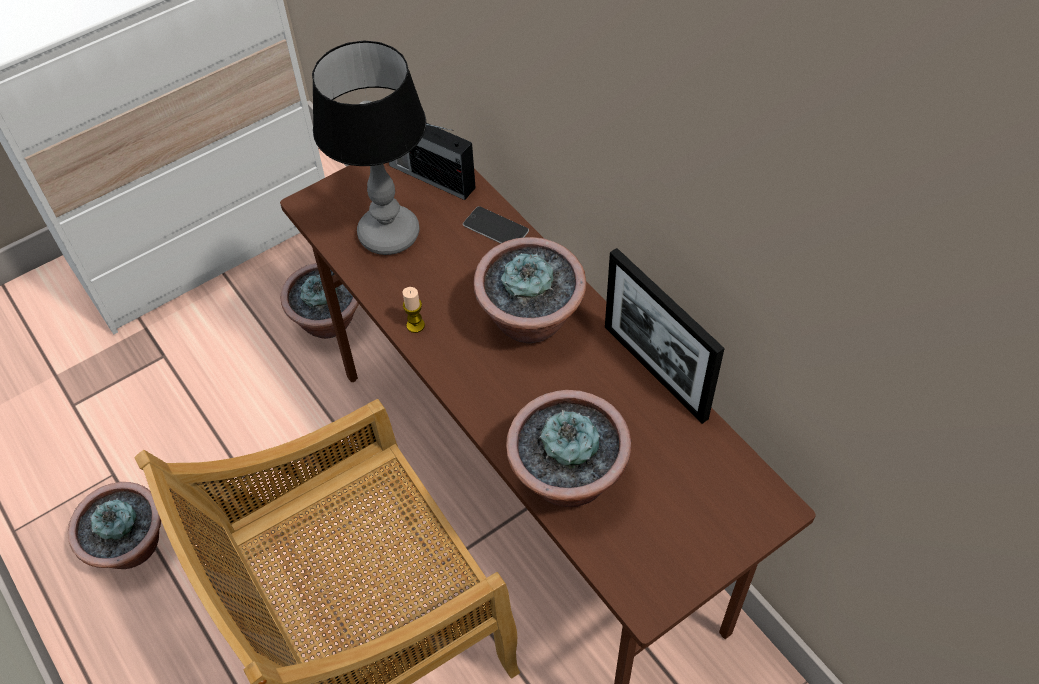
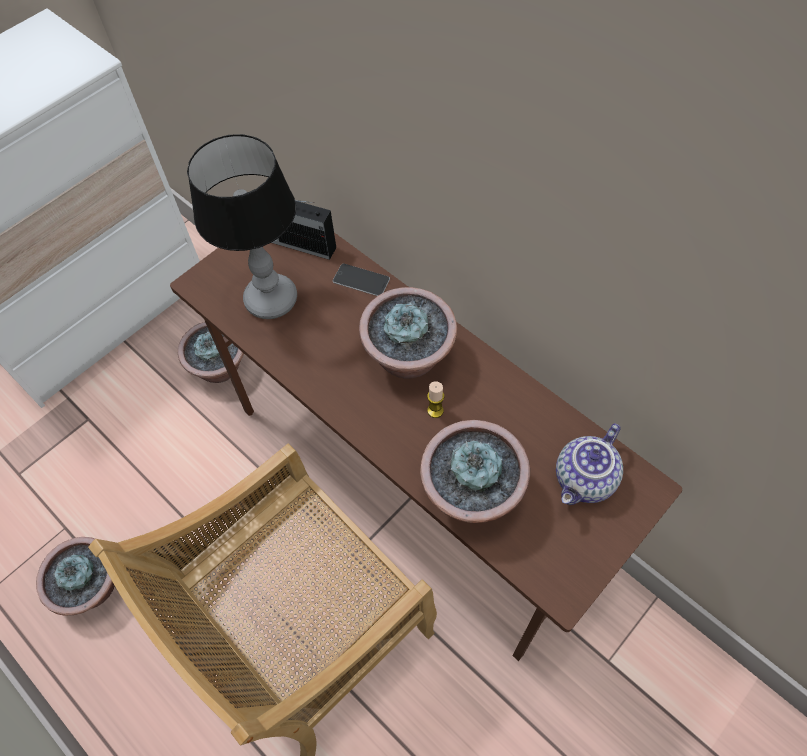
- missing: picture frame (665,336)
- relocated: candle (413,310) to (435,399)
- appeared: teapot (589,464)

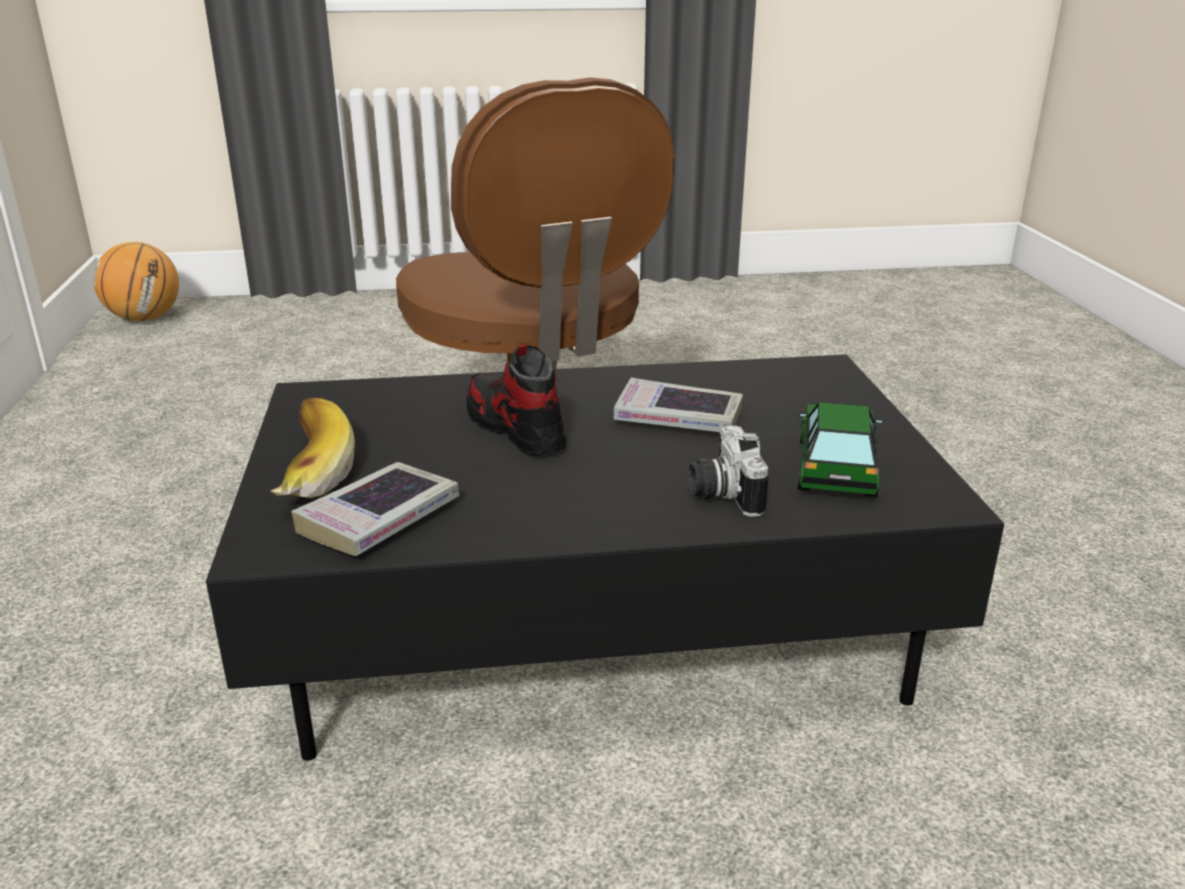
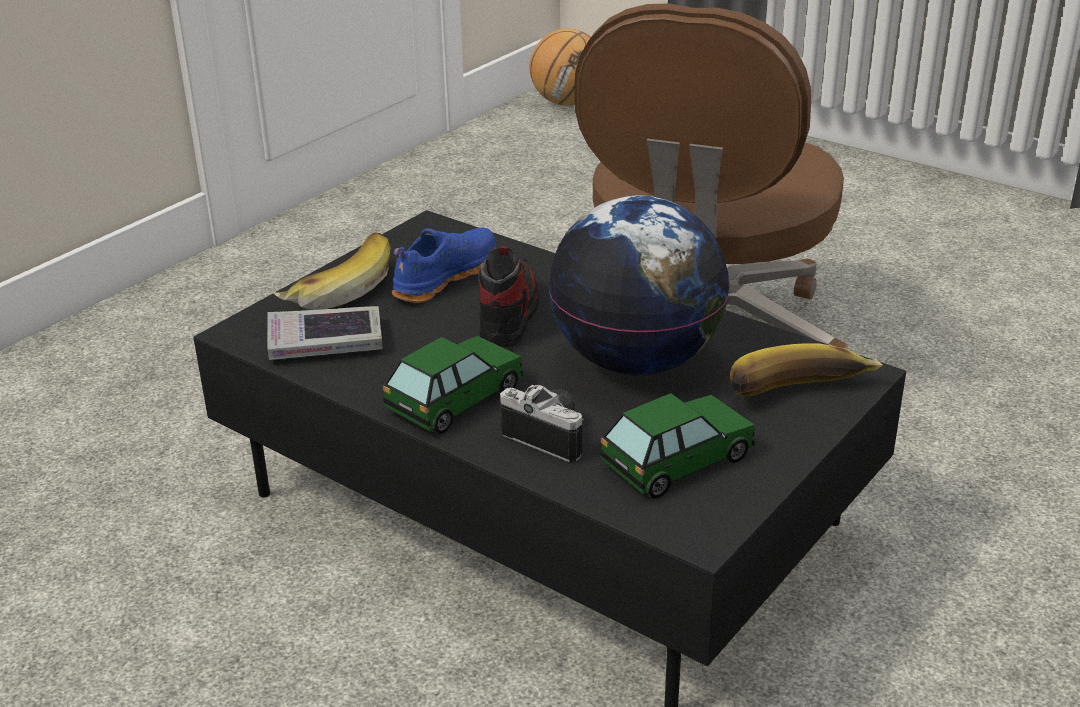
- exchanged: book (678,405) to globe (639,285)
- spun: photo camera (729,471) = (542,423) 90 degrees clockwise
- appeared: shoe in blue (444,265)
- appeared: toy car (453,385)
- appeared: banana (806,370)

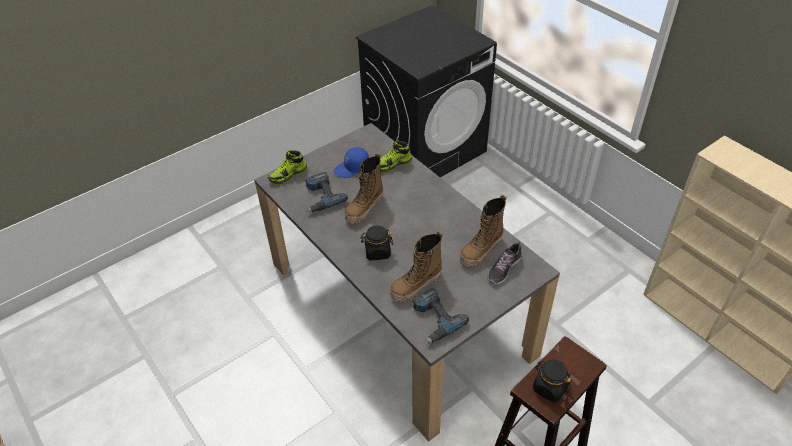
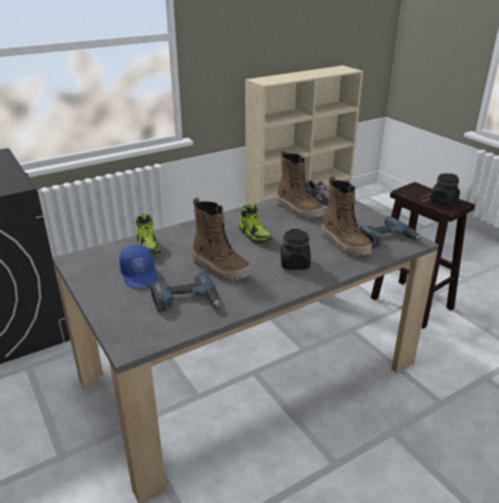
- relocated: shoe (287,167) to (256,224)

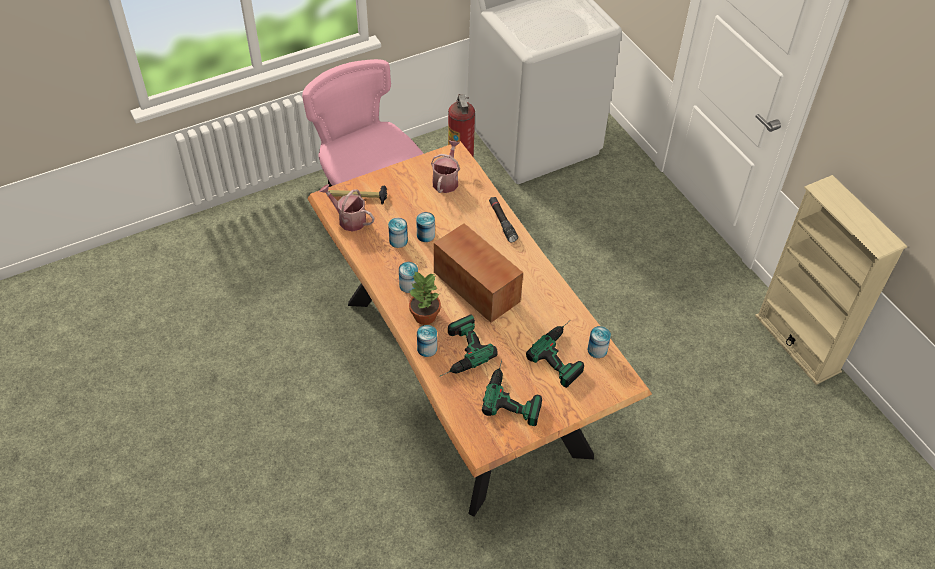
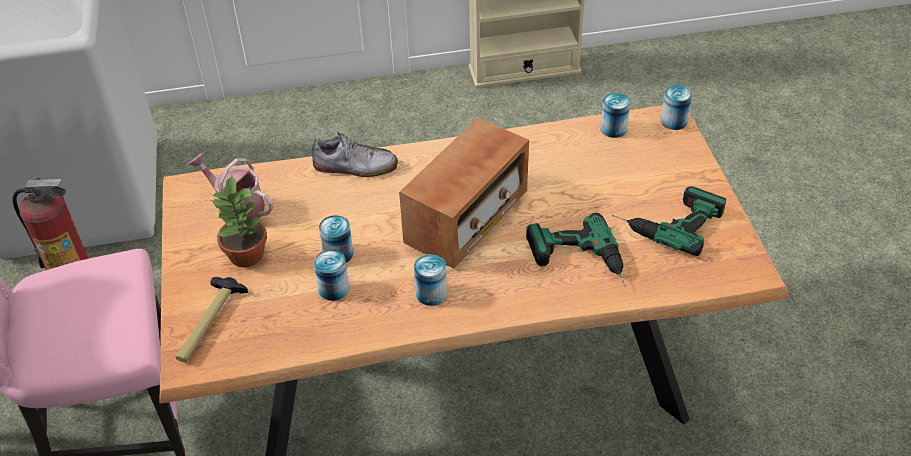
- missing: watering can (346,208)
- exchanged: flashlight in black (503,219) to shoe (355,154)
- spun: radio (478,273) = (464,193) 150 degrees clockwise
- relocated: potted plant (425,298) to (239,221)
- missing: power drill (555,354)
- relocated: can (427,341) to (676,107)

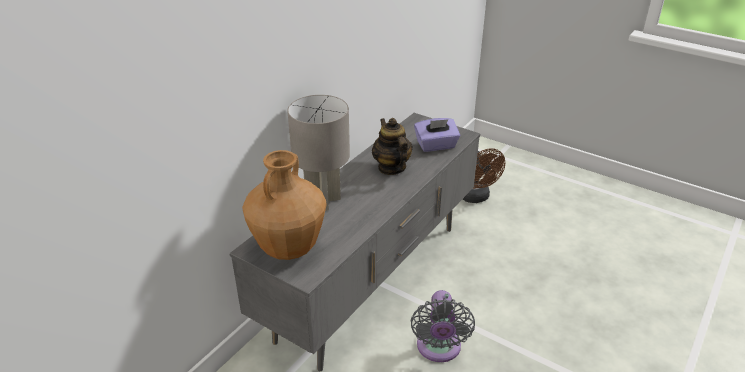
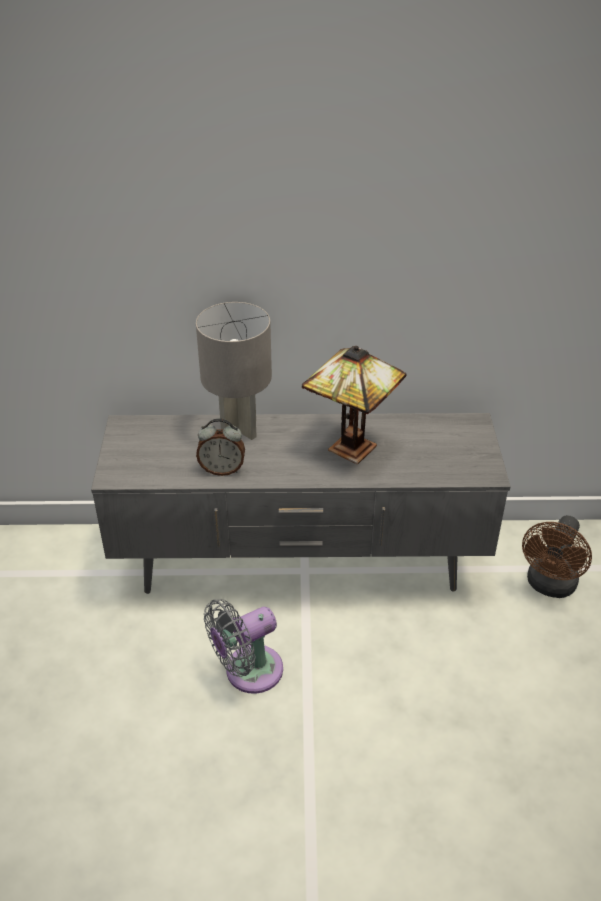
- exchanged: teapot (392,146) to table lamp (354,405)
- missing: tissue box in purple (437,135)
- missing: vase in brown (284,205)
- appeared: alarm clock (220,447)

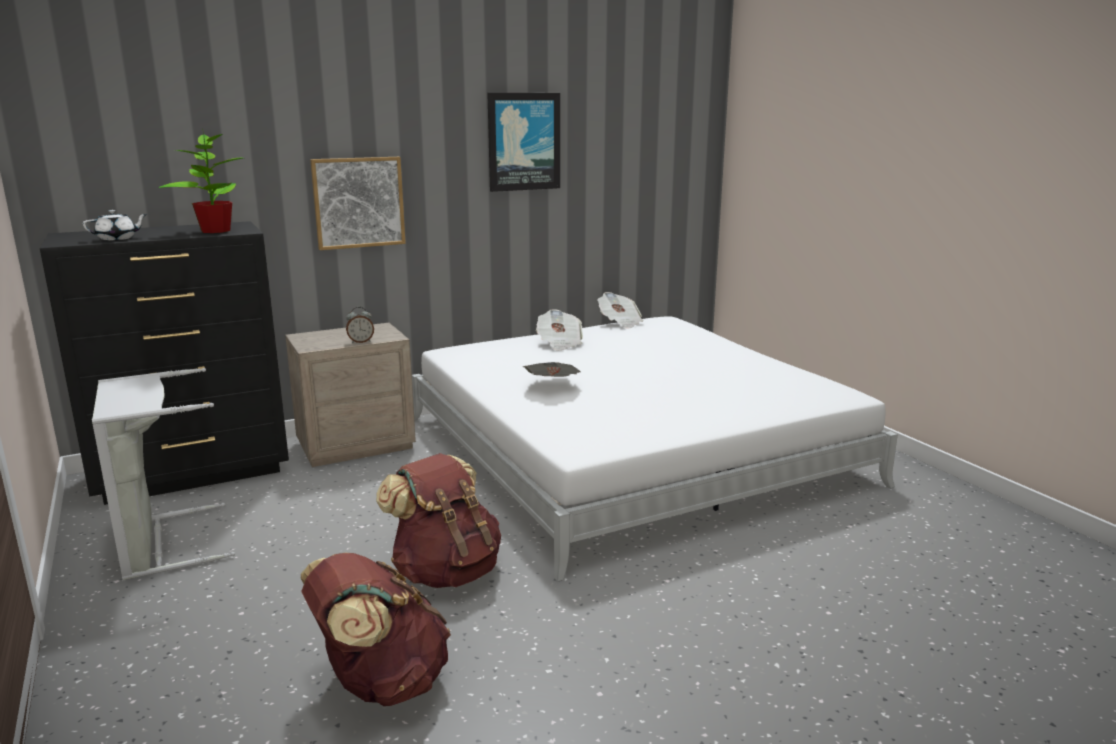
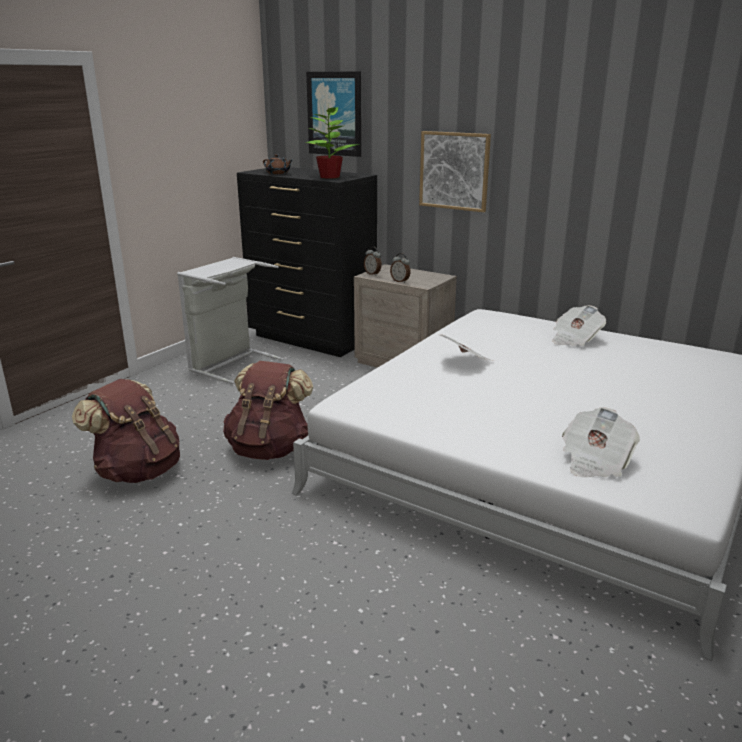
- relocated: picture (523,142) to (333,114)
- colour: teapot in white (115,225) to teapot in brown (277,164)
- relocated: newspaper (620,310) to (601,442)
- appeared: alarm clock (373,261)

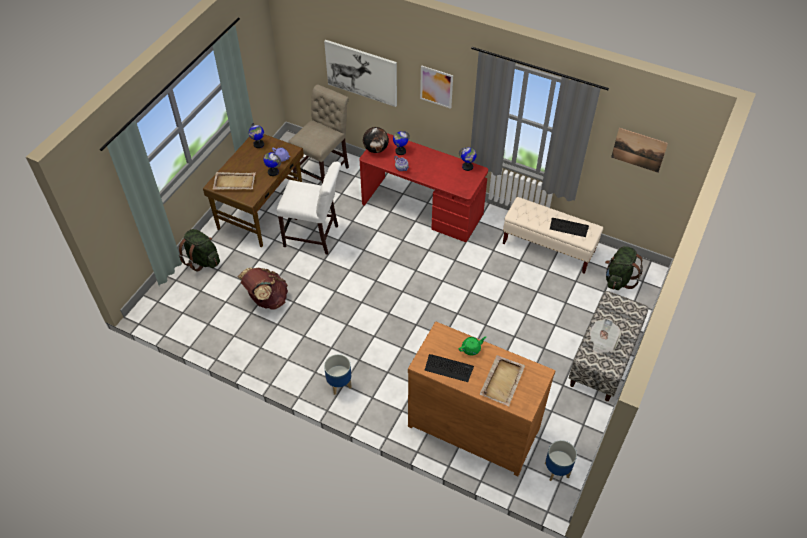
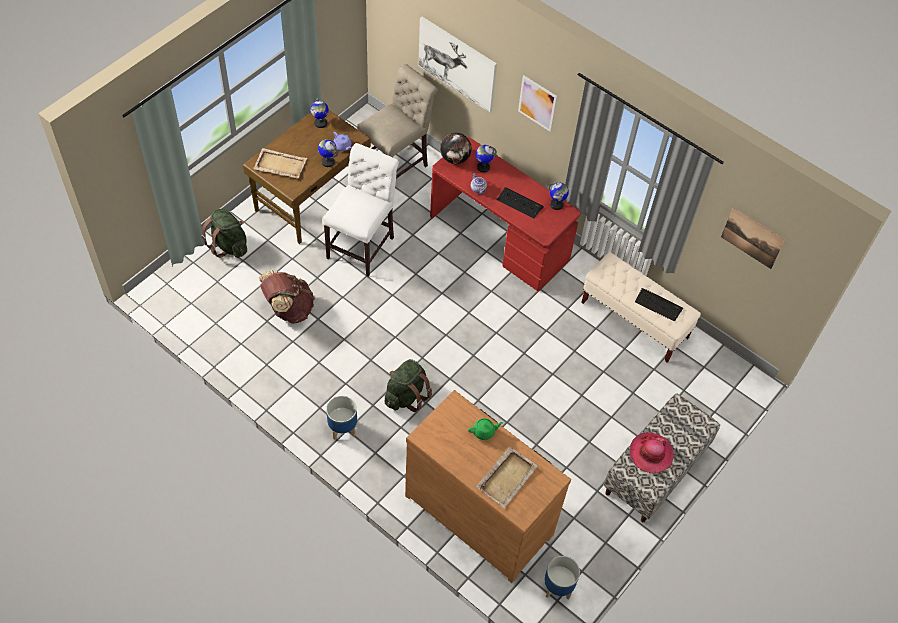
- spun: chair in white (308,208) = (361,210) 90 degrees counterclockwise
- relocated: backpack in green (624,268) to (408,385)
- exchanged: newspaper (605,335) to hat (652,452)
- relocated: keyboard (449,368) to (520,203)

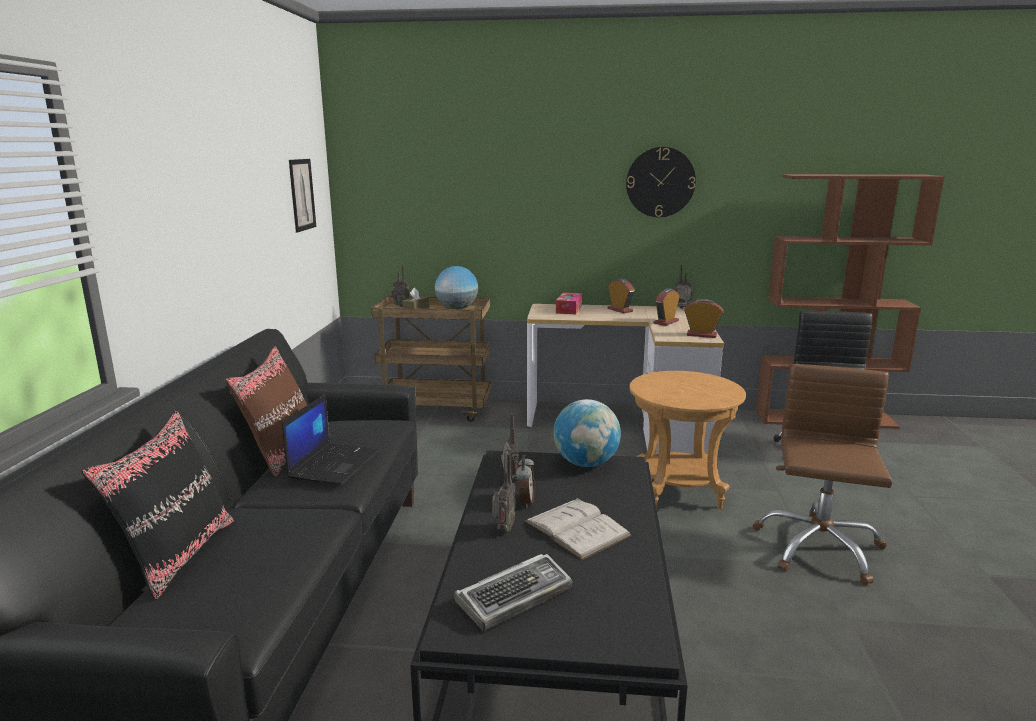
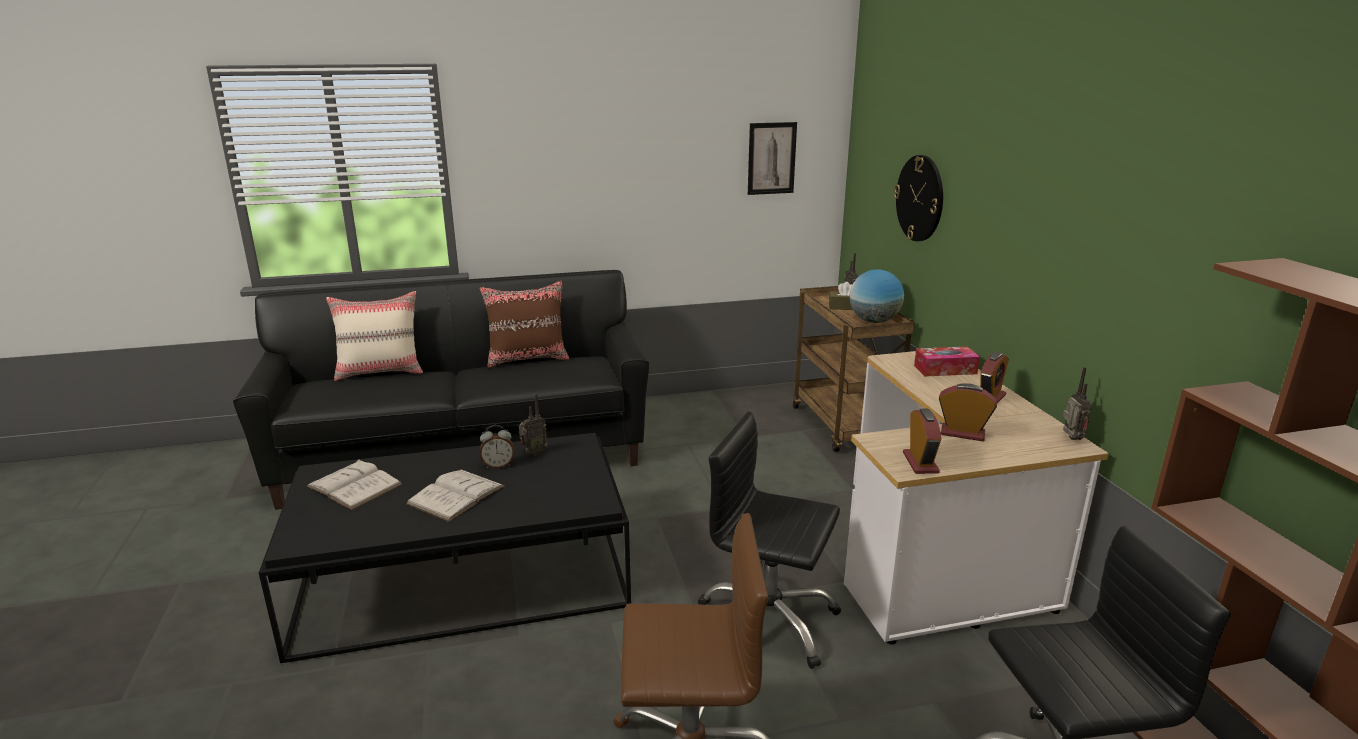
- relocated: wall clock (661,182) to (918,198)
- exchanged: side table in brown (687,440) to office chair in black (769,540)
- missing: laptop (330,439)
- missing: globe (587,433)
- colour: pillow in black (157,505) to pillow in beige (374,336)
- missing: radio (503,493)
- exchanged: keyboard (513,592) to book in white (354,484)

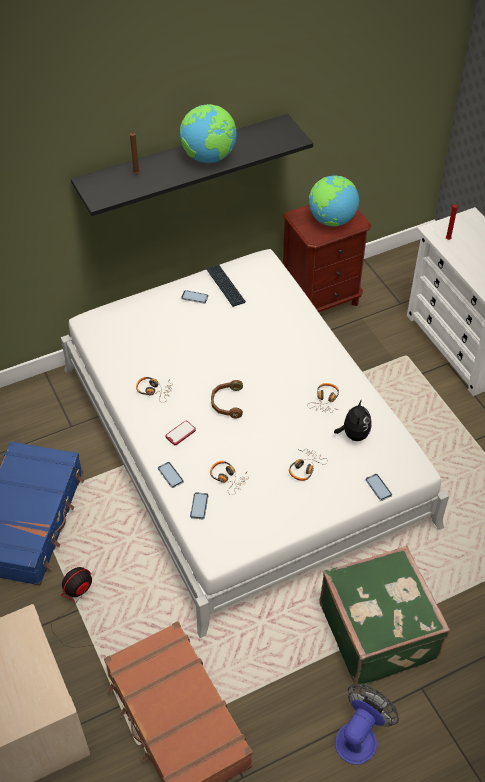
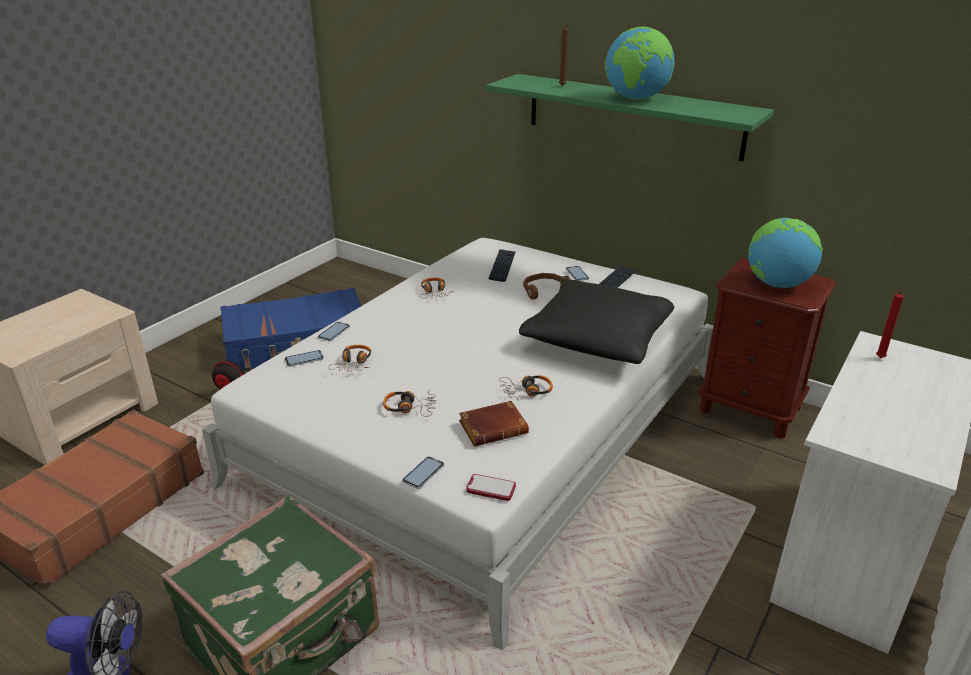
- colour: shelf in black (192,165) to shelf in green (630,117)
- relocated: headphones in brown (227,399) to (546,286)
- exchanged: plush toy (353,420) to book in brown (494,423)
- relocated: phone (180,433) to (491,487)
- appeared: keyboard (502,265)
- appeared: pillow in black (596,322)

